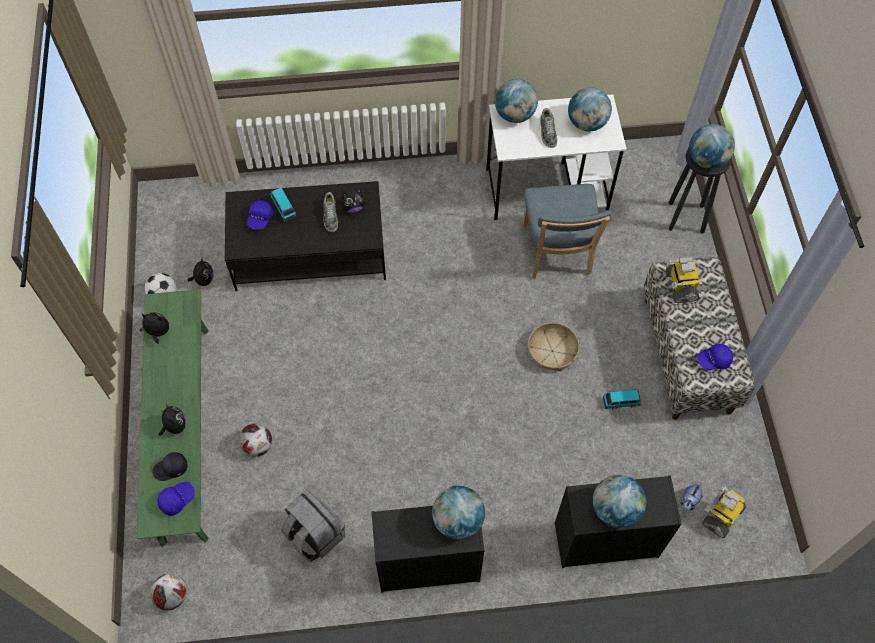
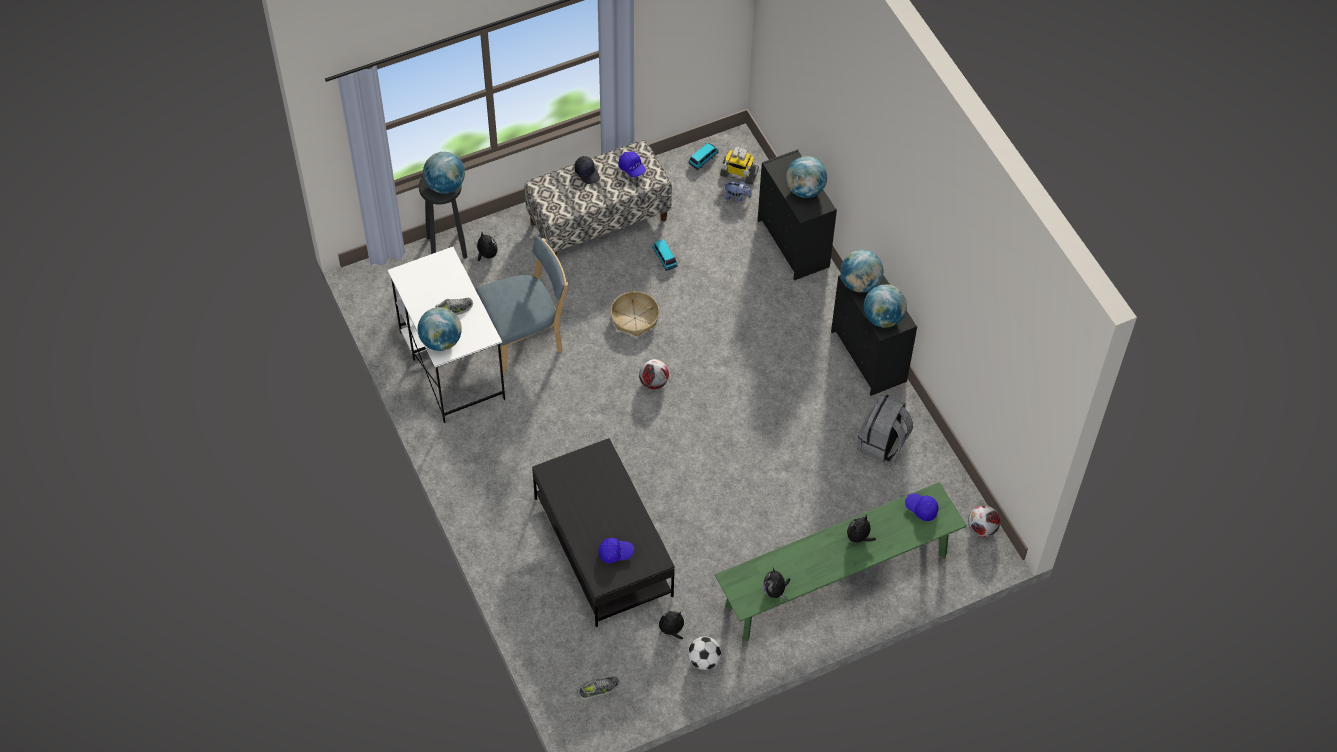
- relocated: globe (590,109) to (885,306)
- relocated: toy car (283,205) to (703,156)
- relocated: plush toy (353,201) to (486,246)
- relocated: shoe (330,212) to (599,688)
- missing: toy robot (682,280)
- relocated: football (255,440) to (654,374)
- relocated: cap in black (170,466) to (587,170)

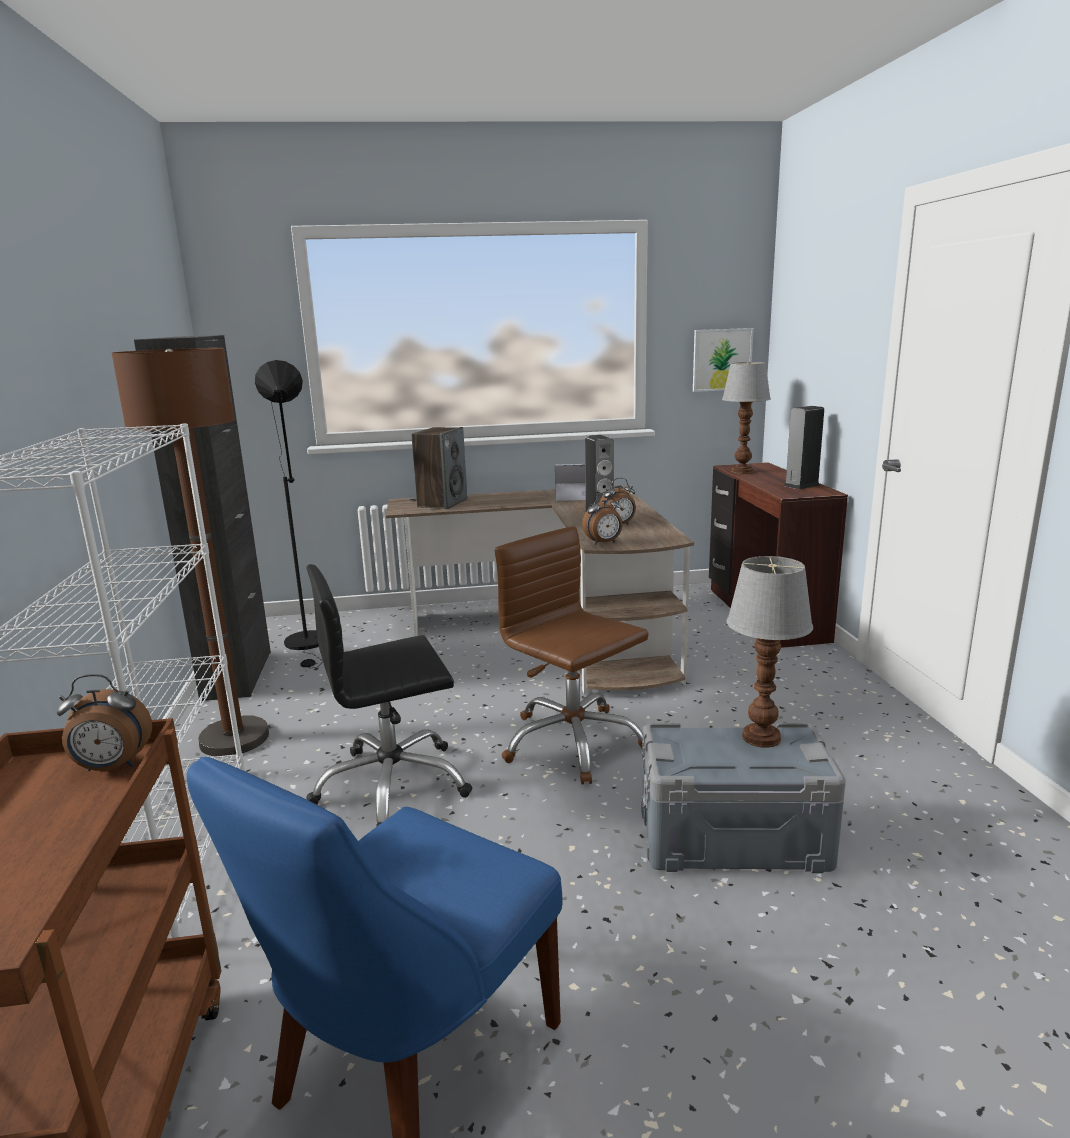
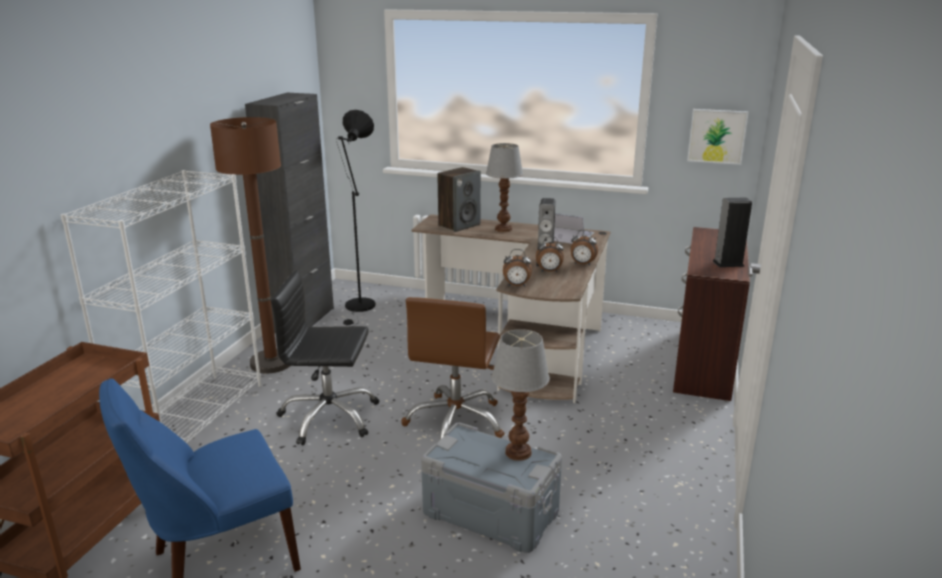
- relocated: table lamp (746,418) to (504,187)
- spun: office chair in brown (571,655) = (453,368) 150 degrees counterclockwise
- relocated: alarm clock (104,722) to (584,248)

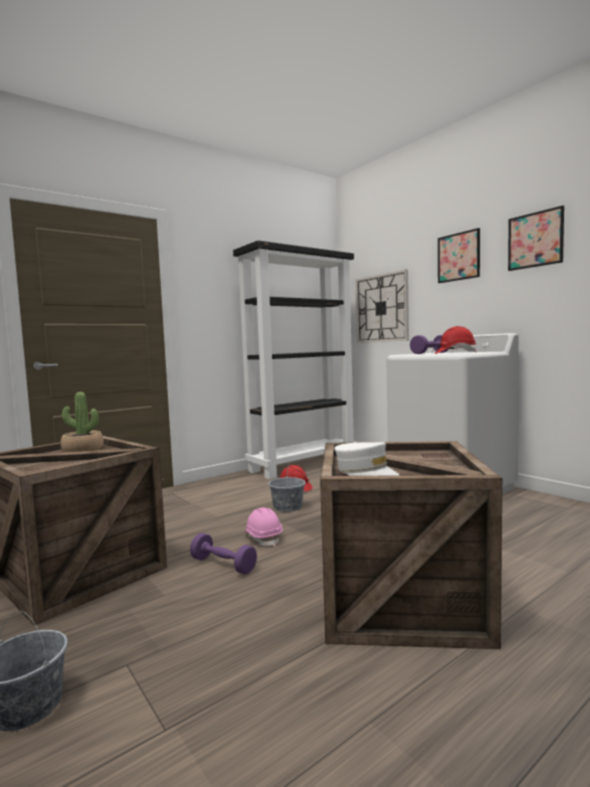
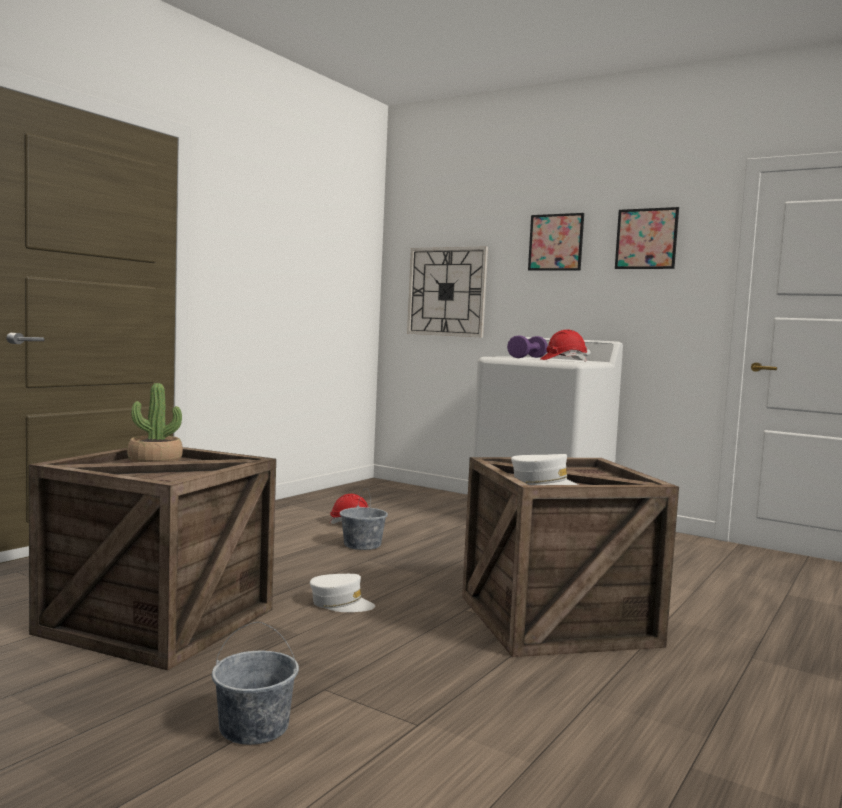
- missing: bookcase in black (293,360)
- missing: hard hat in pink (263,527)
- exchanged: dumbbell in purple (223,554) to cap in white (342,593)

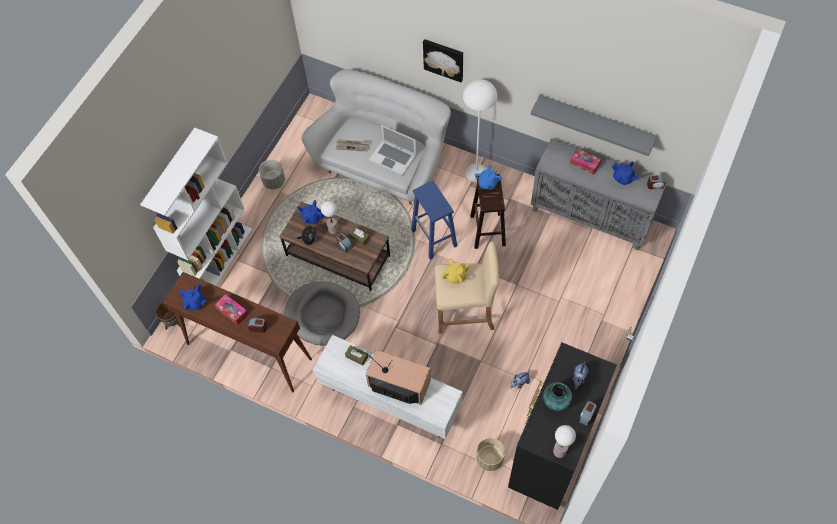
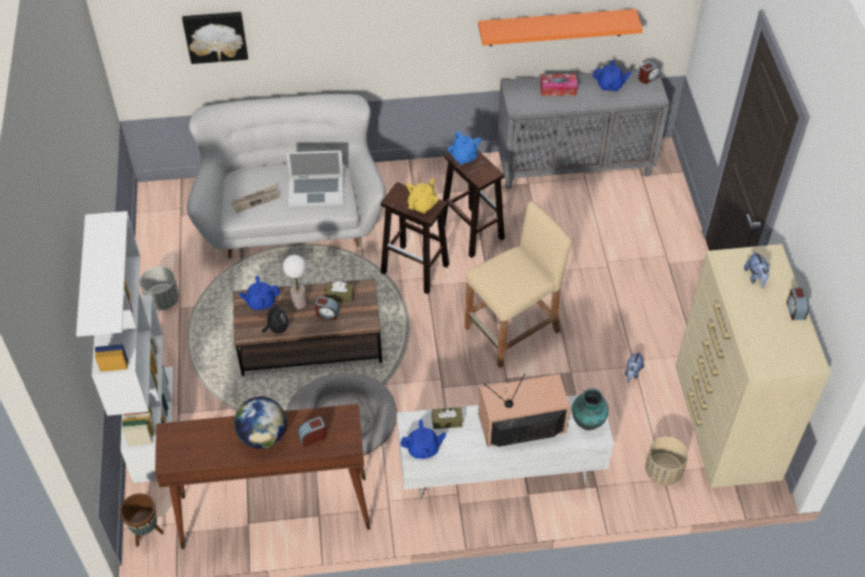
- relocated: picture (443,60) to (215,38)
- missing: floor lamp in white (480,130)
- colour: shelf in grey (594,125) to shelf in orange (560,27)
- colour: stool in blue (434,220) to stool in brown (415,238)
- relocated: teapot in yellow (456,271) to (422,195)
- relocated: teapot in blue (193,297) to (423,439)
- exchanged: tissue box (231,309) to globe (260,423)
- colour: dresser in black (562,426) to dresser in beige (753,366)
- relocated: vase (557,396) to (590,409)
- missing: table lamp (564,441)

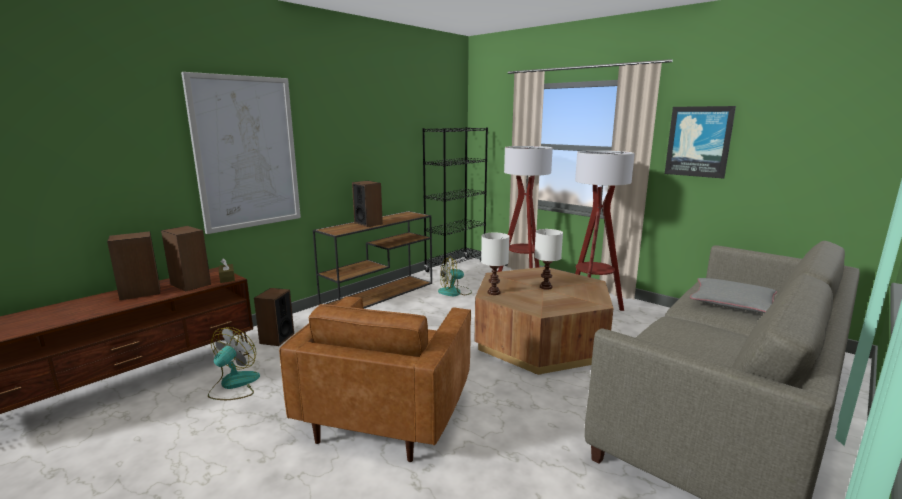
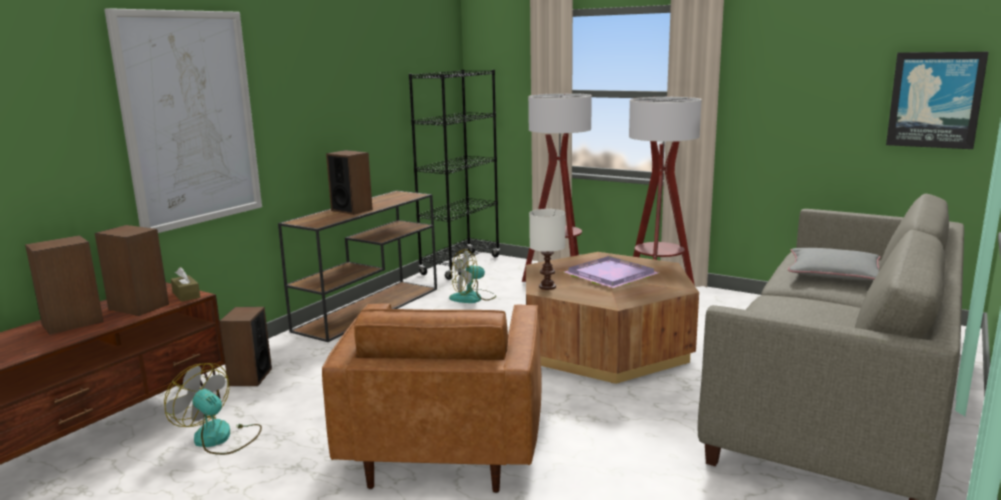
- relocated: picture (700,142) to (937,100)
- exchanged: table lamp in white (548,259) to tray in purple (611,272)
- spun: fan (234,363) = (213,409) 60 degrees counterclockwise

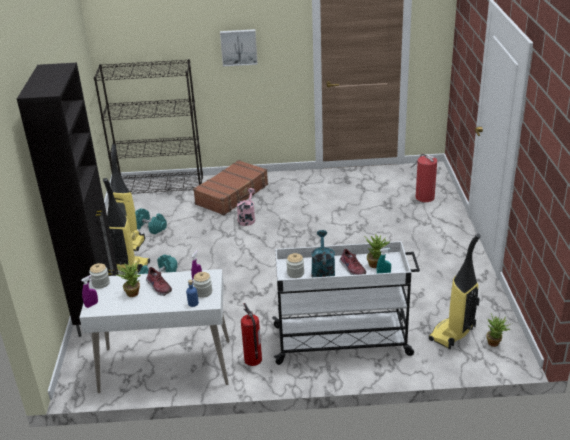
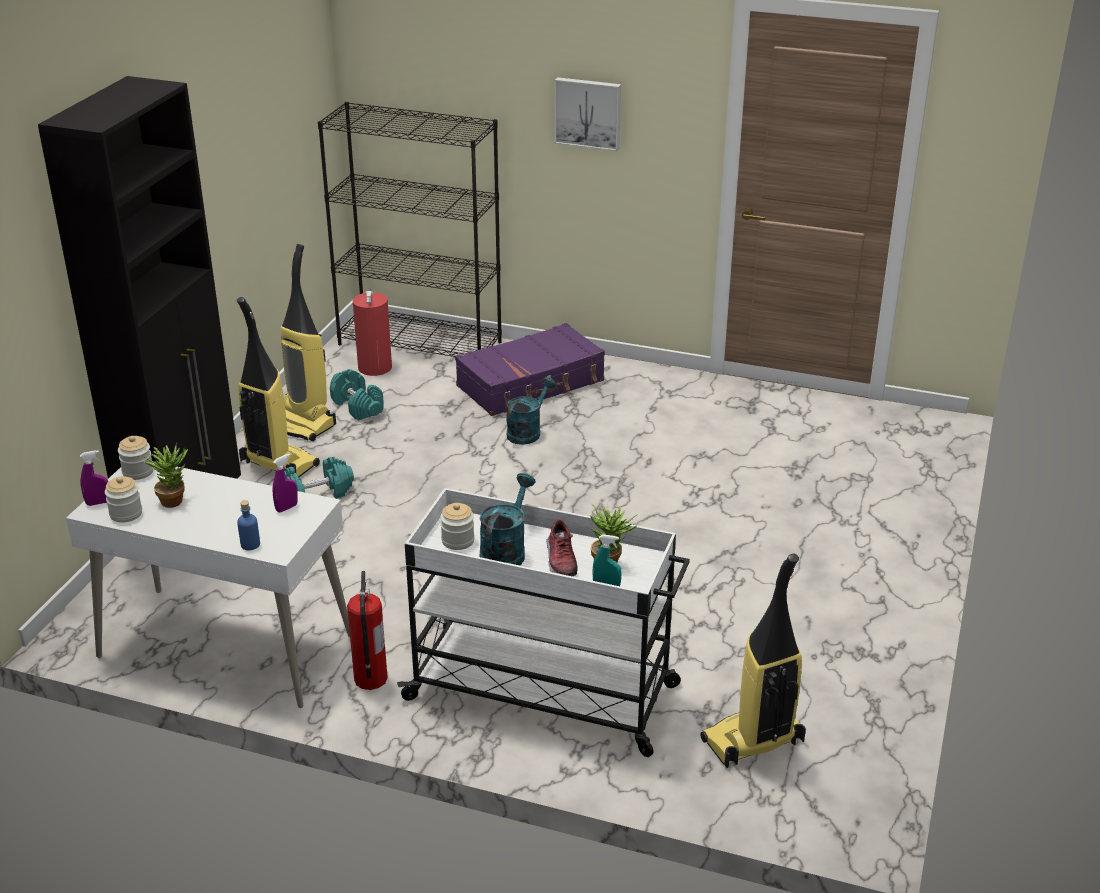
- relocated: fire extinguisher (424,178) to (372,332)
- colour: suitcase in brown (230,187) to suitcase in purple (530,369)
- colour: watering can in pink (246,207) to watering can in turquoise (531,411)
- missing: shoe (159,281)
- relocated: jar (202,285) to (123,499)
- missing: potted plant (499,330)

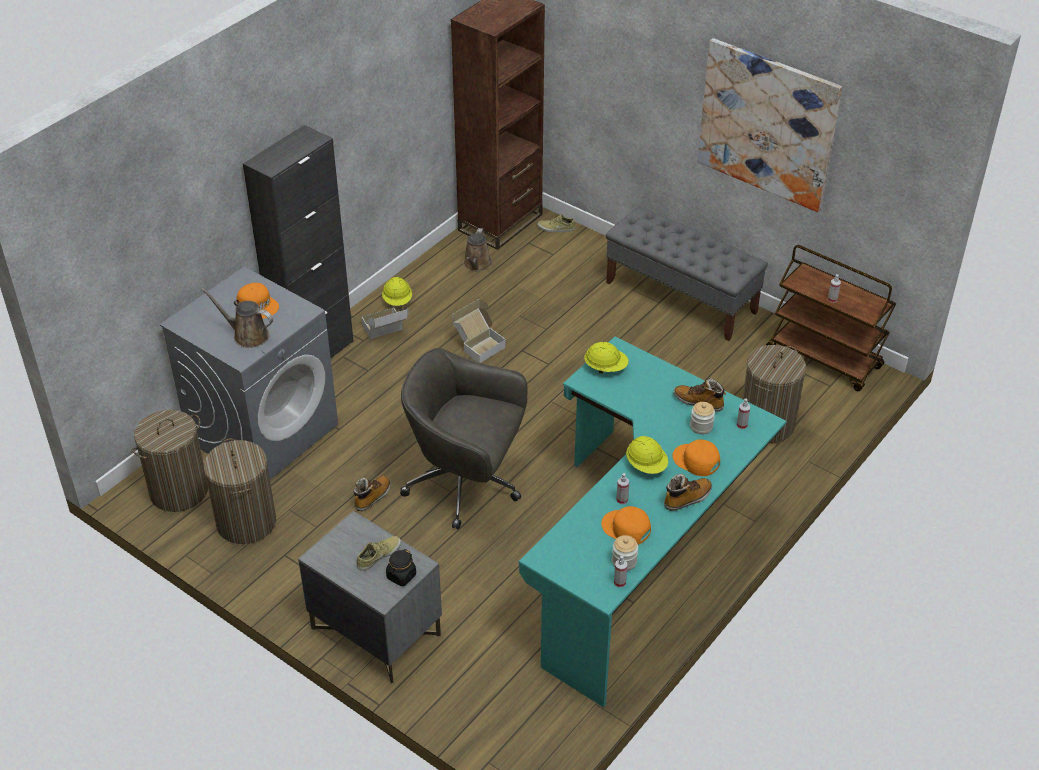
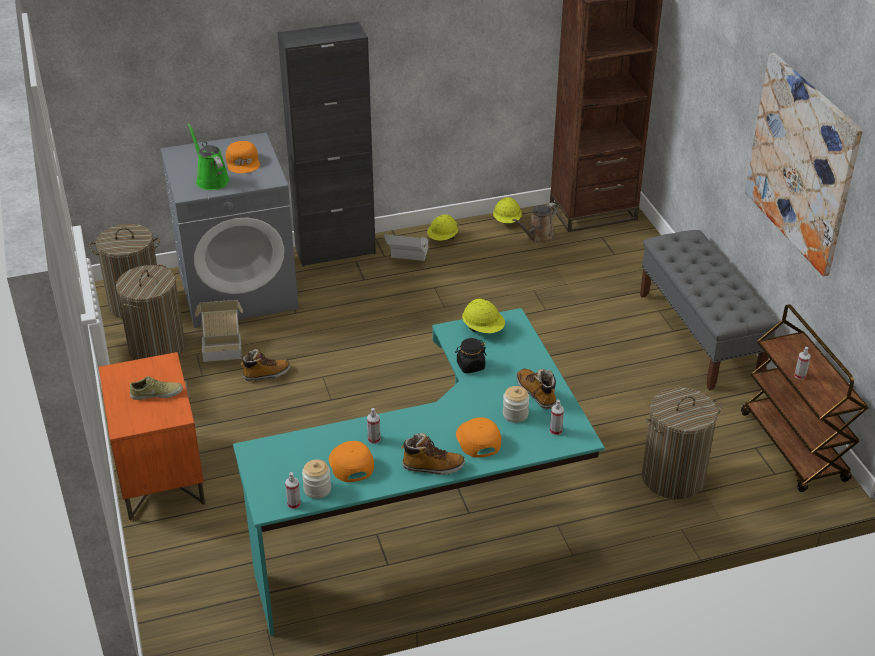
- missing: shoe in beige (556,223)
- colour: watering can in brown (237,318) to watering can in green (208,156)
- relocated: cardboard box (479,331) to (219,331)
- missing: office chair in grey (464,438)
- relocated: hard hat in yellow (647,455) to (507,210)
- colour: nightstand in grey (370,597) to nightstand in orange (152,436)
- relocated: jar in black (401,567) to (471,356)

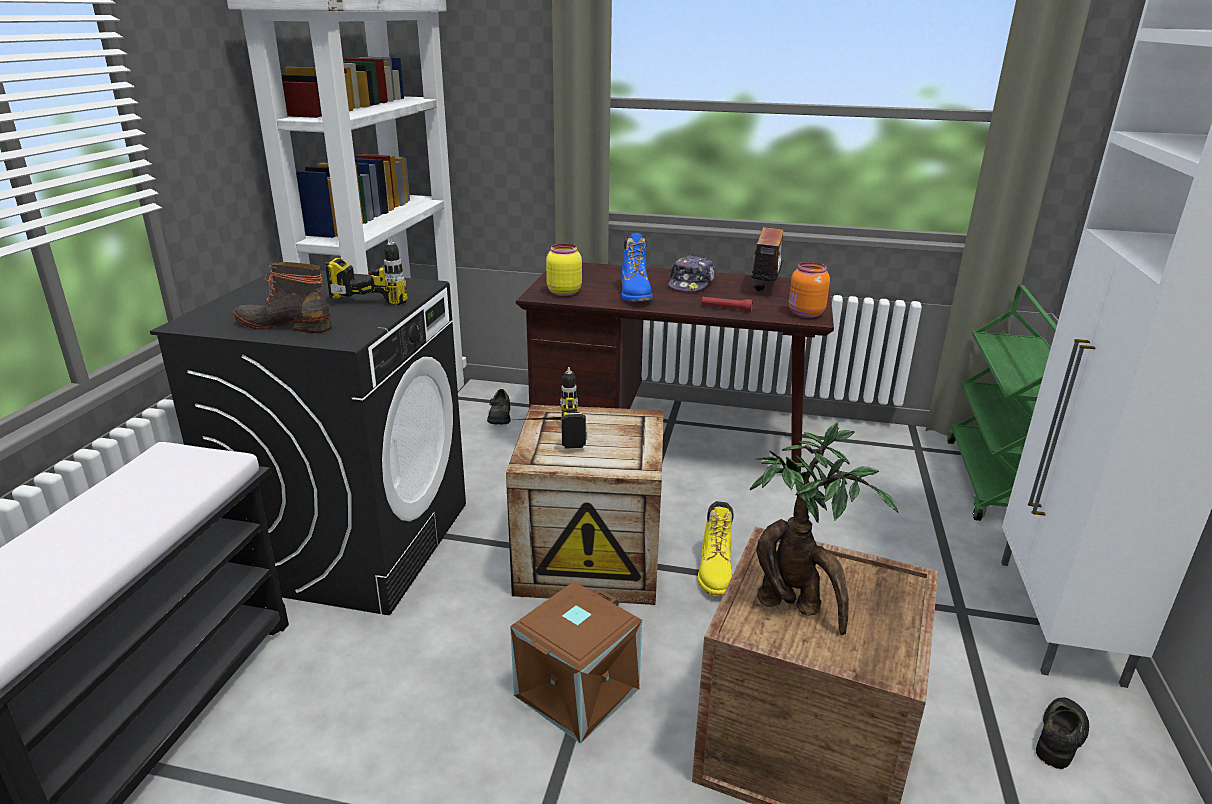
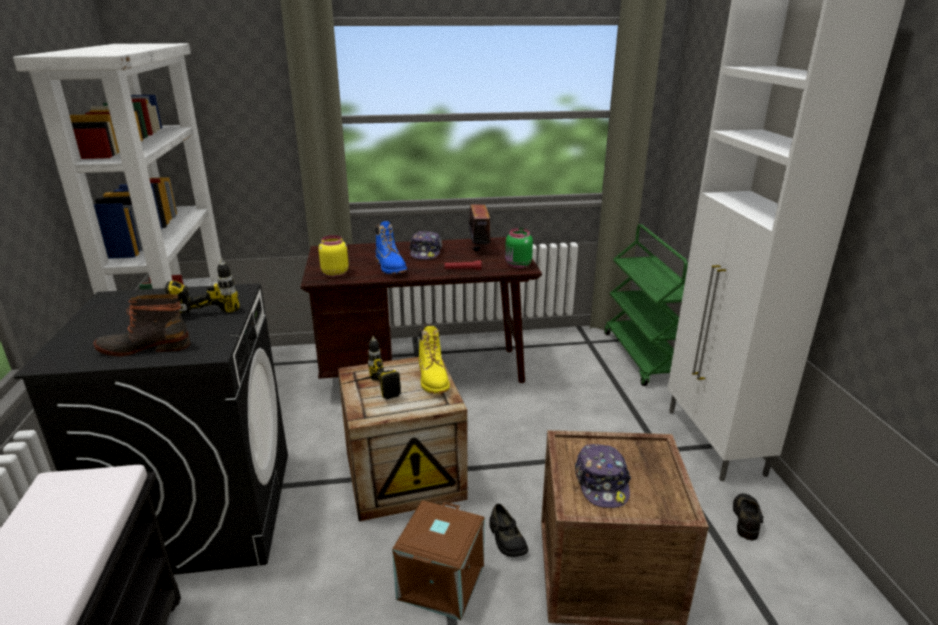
- colour: jar in orange (809,290) to jar in green (519,248)
- relocated: shoe in black (499,407) to (508,530)
- exchanged: potted plant (823,528) to cap (603,476)
- relocated: boot in yellow (715,548) to (434,359)

